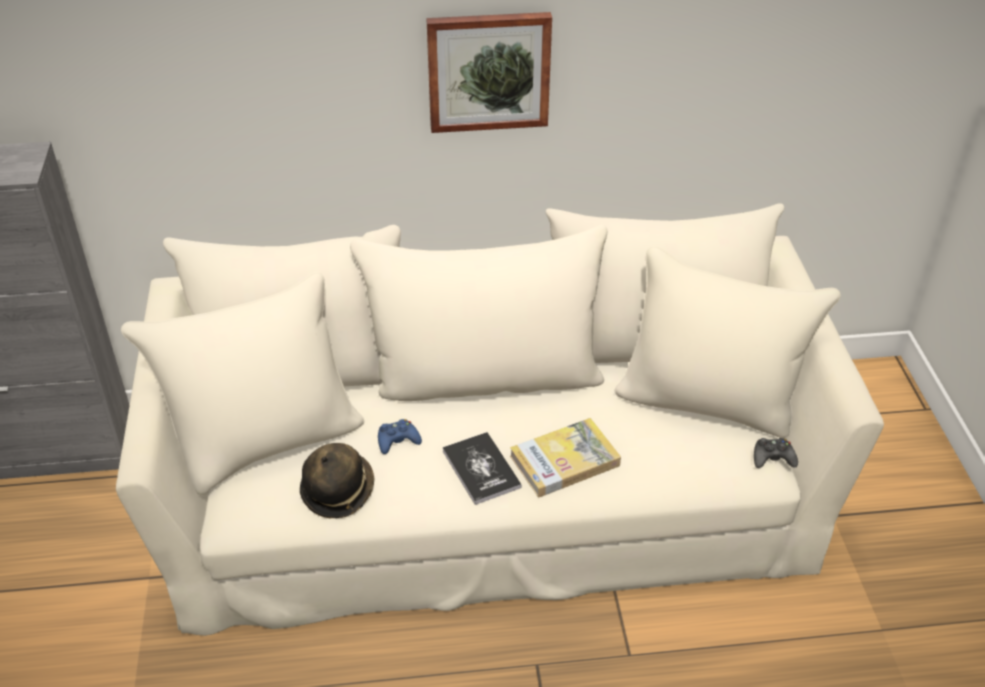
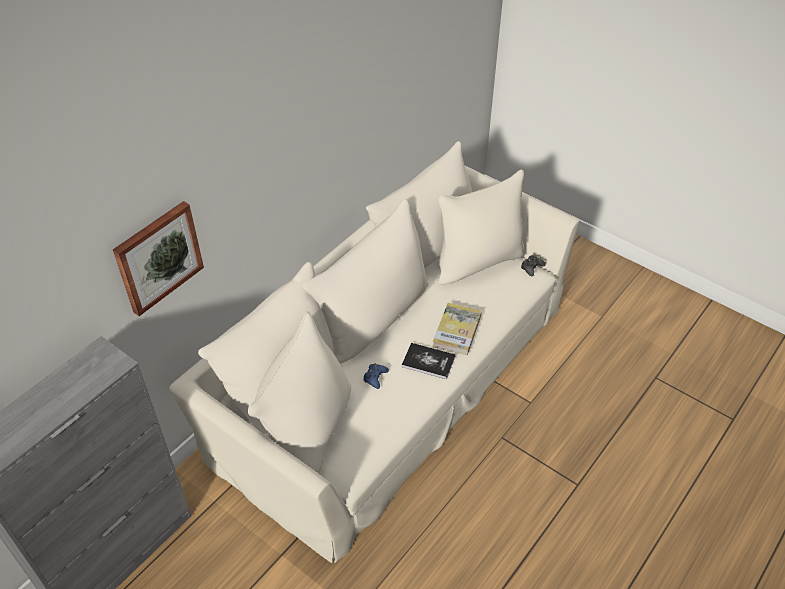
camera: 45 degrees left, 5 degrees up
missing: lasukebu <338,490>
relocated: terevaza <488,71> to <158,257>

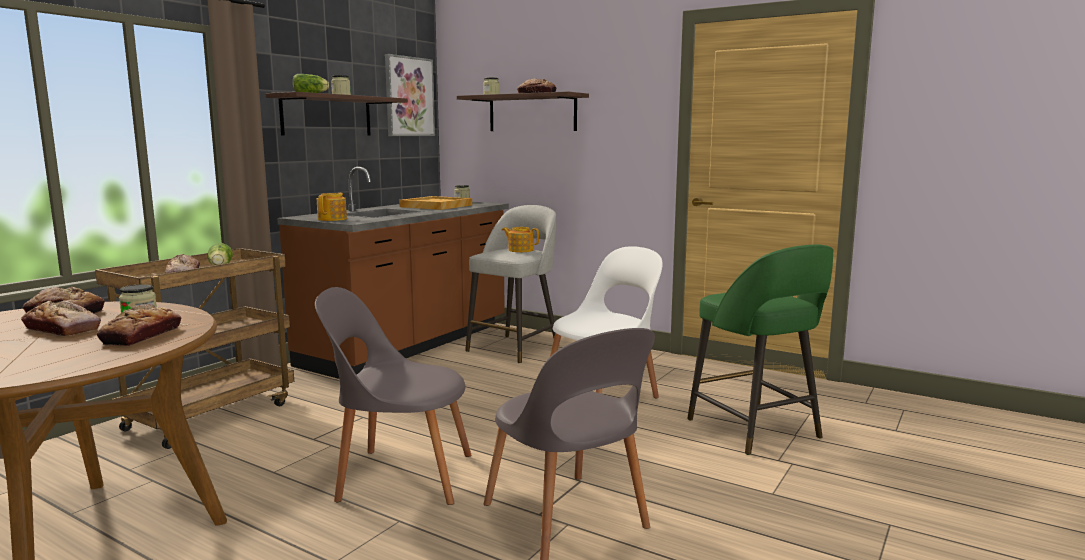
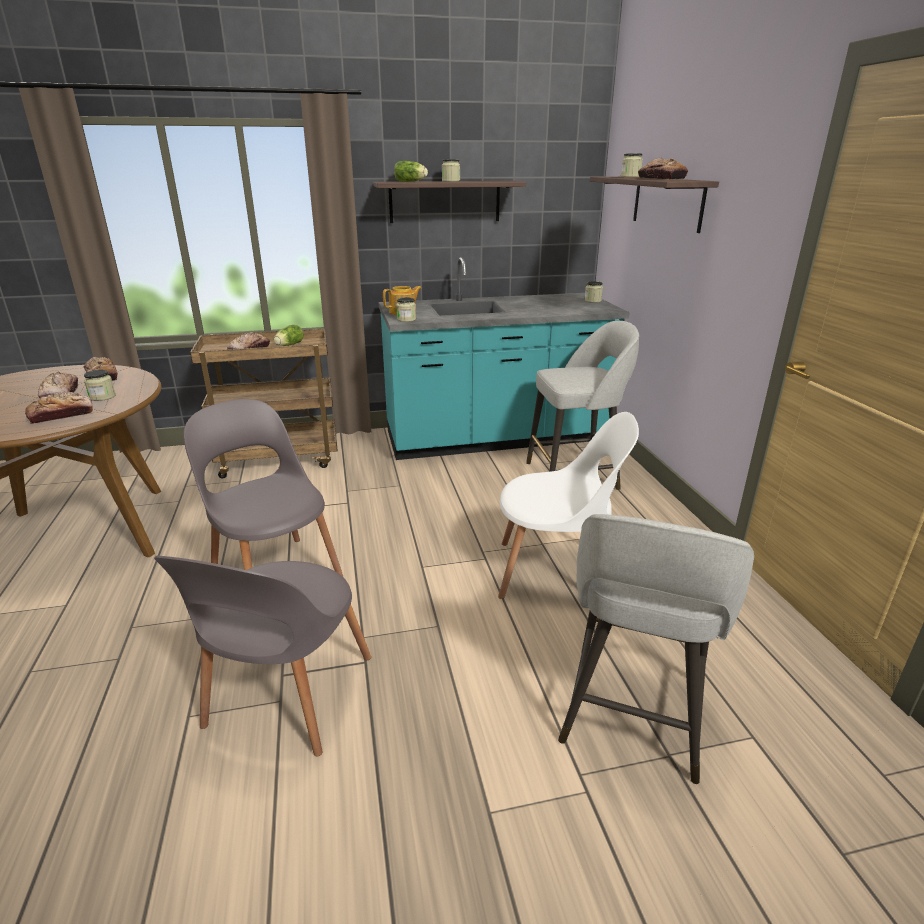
camera: 45 degrees right, 15 degrees up
missing: terevaza <409,97>; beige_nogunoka <435,206>; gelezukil <520,250>
appeared: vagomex <406,319>
colour: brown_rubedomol <409,345> to turquoise_rubedomol <496,438>; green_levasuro <755,430> to grey_levasuro <632,715>

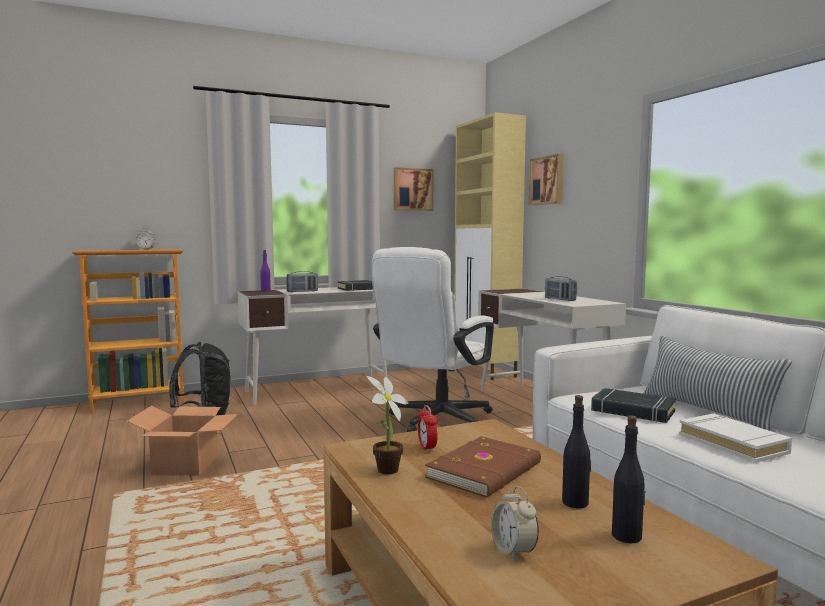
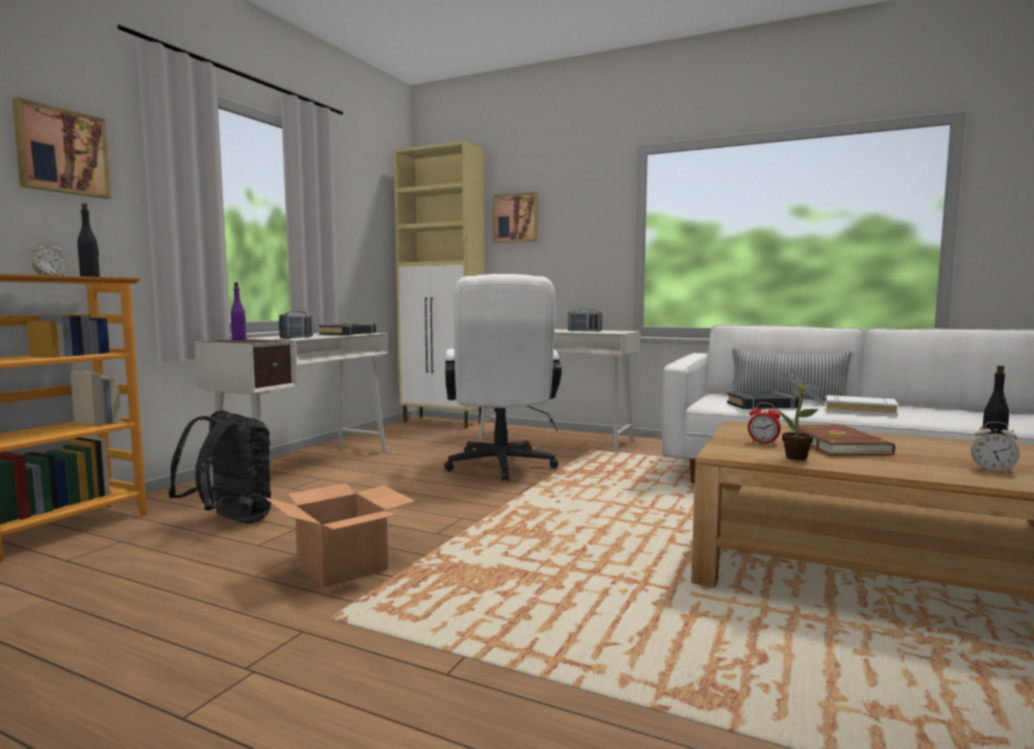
camera: 40 degrees left, 0 degrees up
relocated: terevaza <412,189> to <61,152>; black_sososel <575,503> to <90,276>

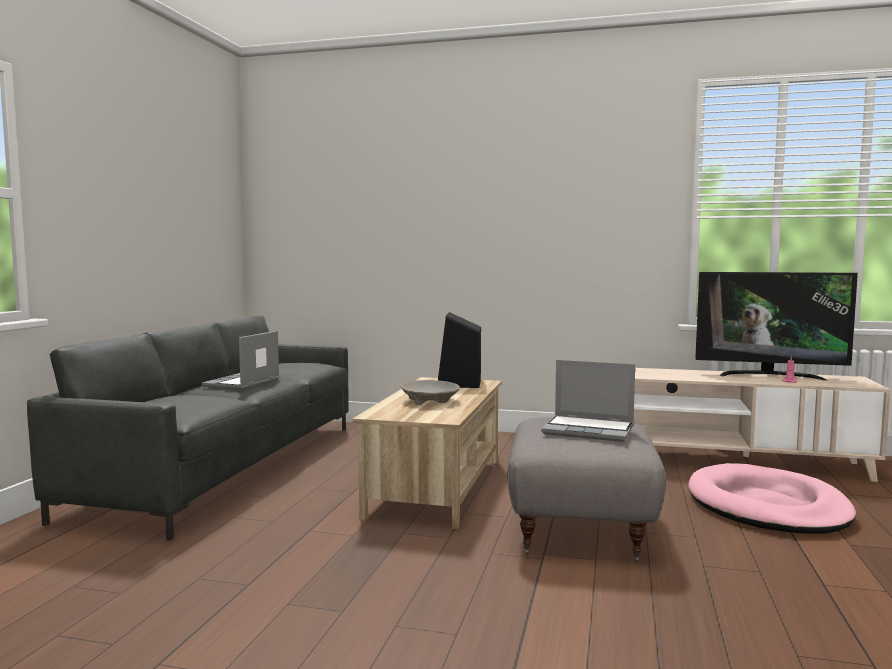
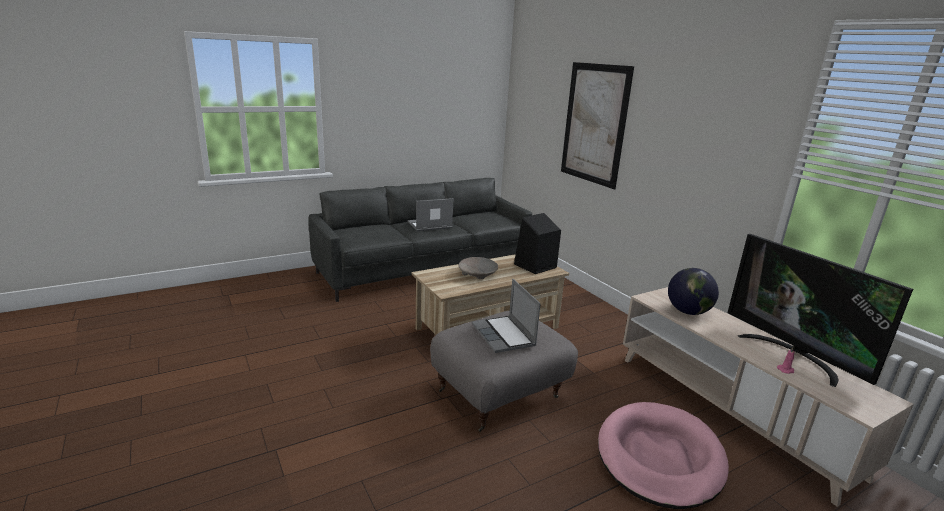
camera: 45 degrees right, 15 degrees up
appeared: terevaza <594,124>; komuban <688,312>

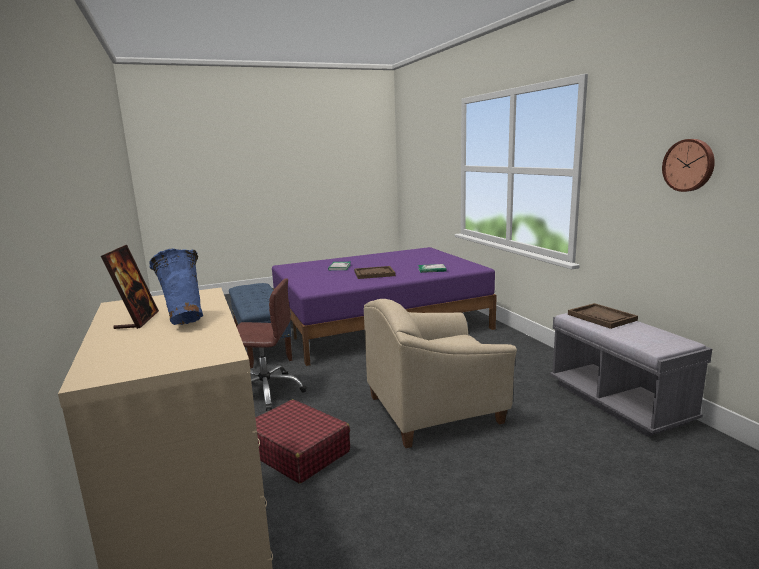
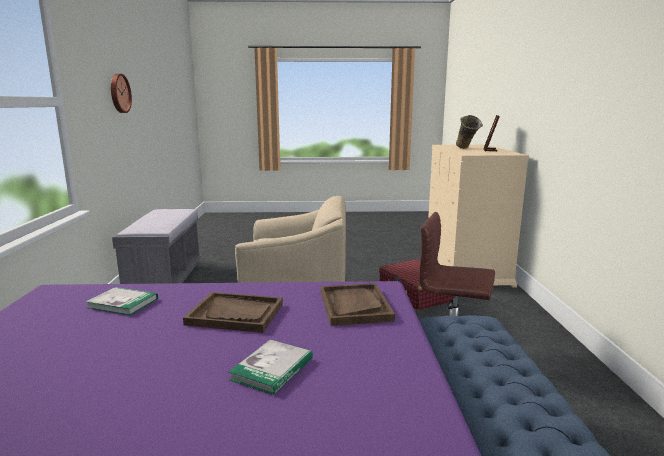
camera: 160 degrees left, 0 degrees up
relocated: brown_nogunoka <602,317> to <354,306>
colour: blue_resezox <184,320> to beige_resezox <466,149>

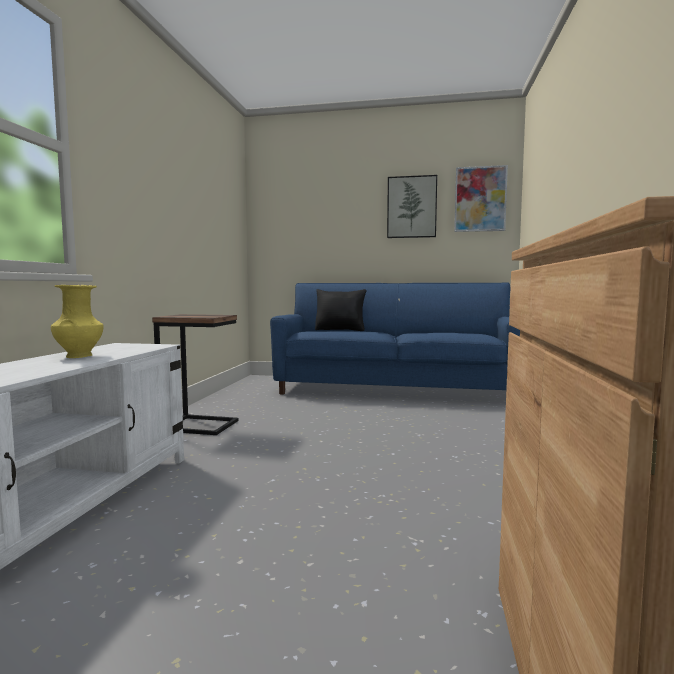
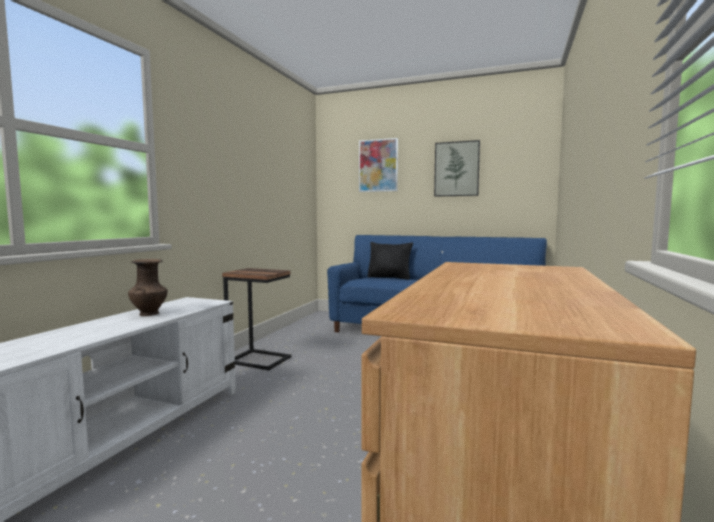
camera: 10 degrees right, 0 degrees up
relocated: terevaza <480,199> to <378,165>
colour: yellow_resezox <79,356> to brown_resezox <149,314>

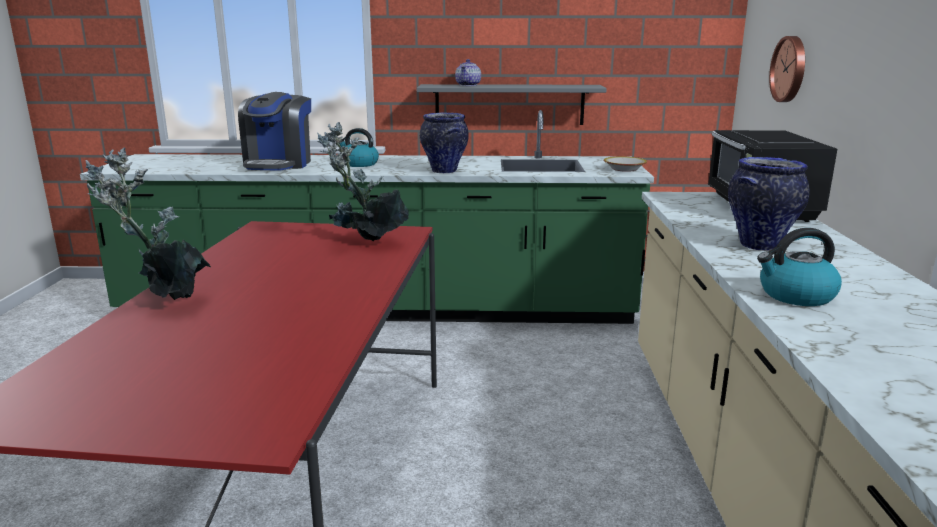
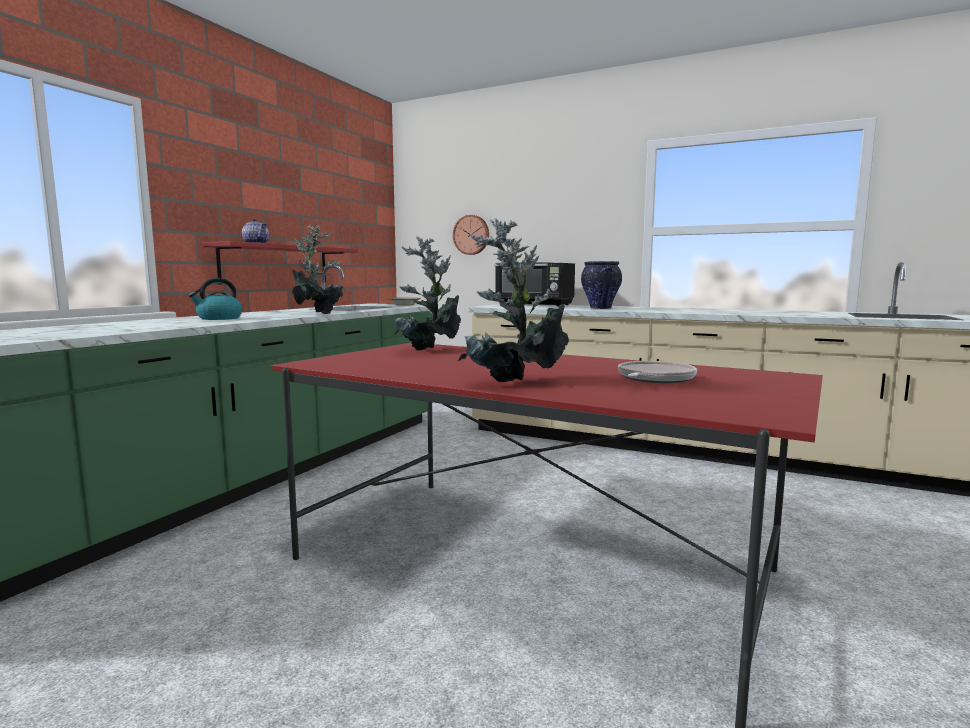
camera: 65 degrees left, 10 degrees down
missing: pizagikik <279,164>; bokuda <795,295>
appeared: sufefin <654,379>
exchanged: resezox <444,171> to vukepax <318,313>
colour: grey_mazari <509,104> to red_mazari <276,265>

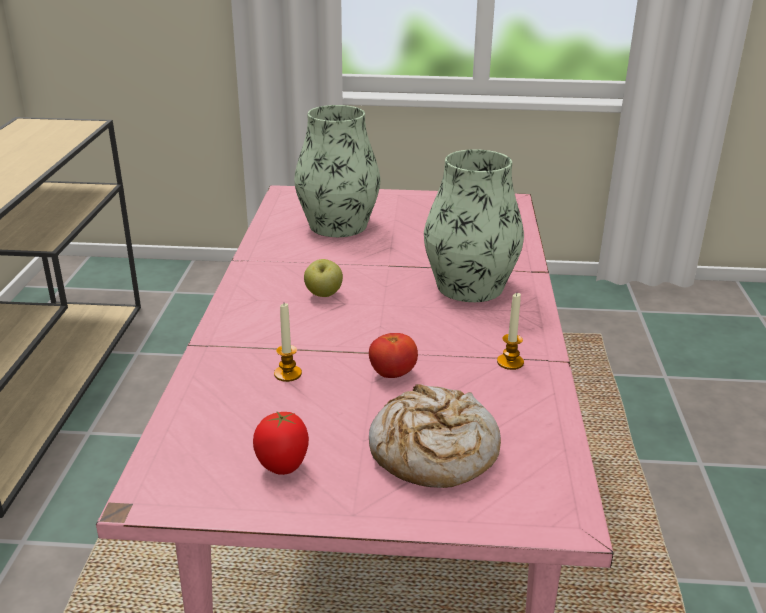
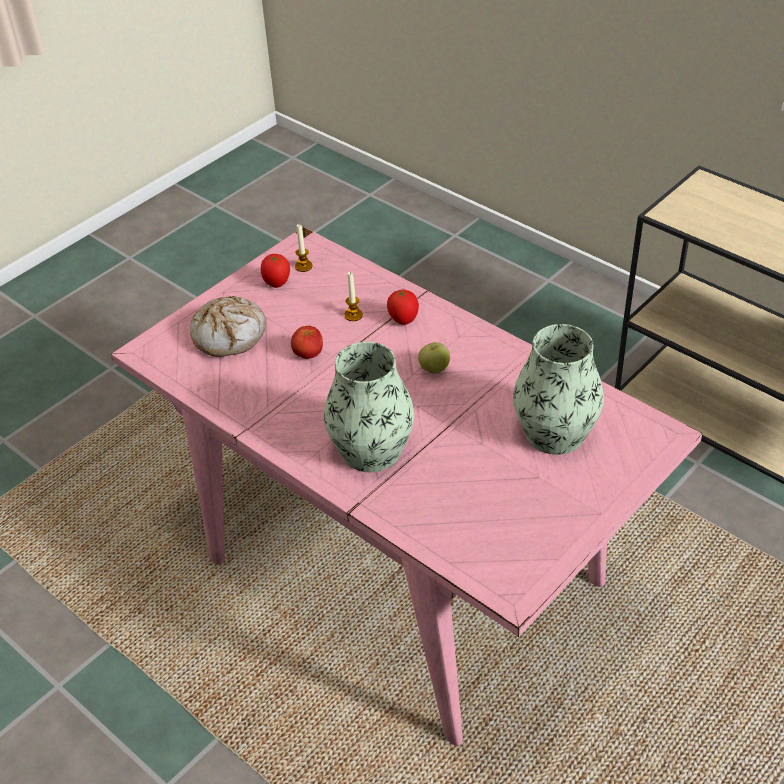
camera: 130 degrees right, 15 degrees up
appeared: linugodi <403,320>
relocated: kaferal <510,362> to <303,266>

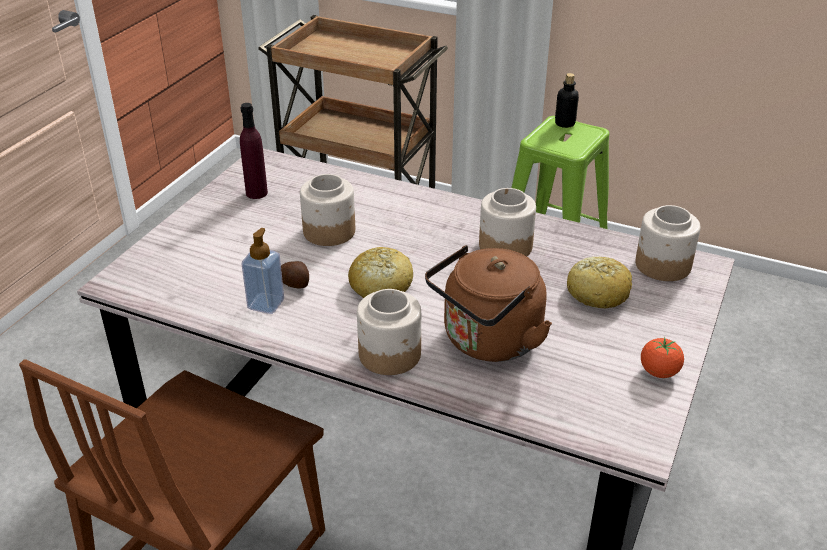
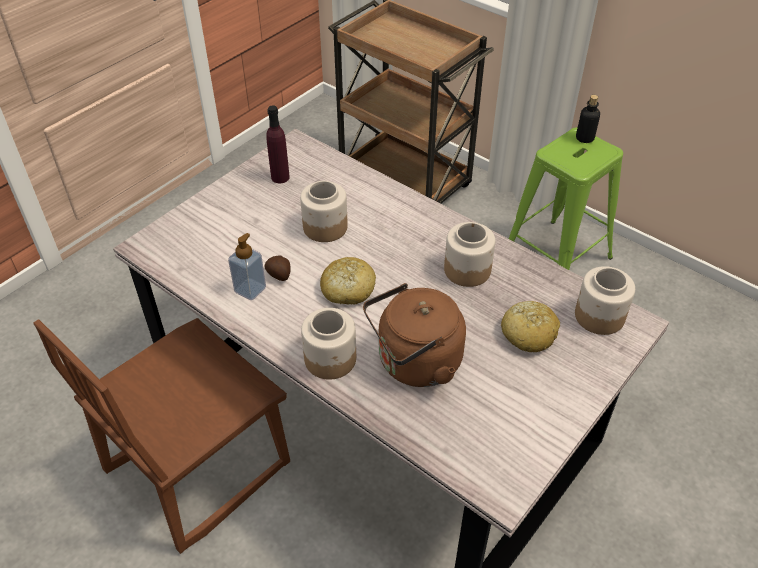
camera: 15 degrees right, 10 degrees up
missing: linugodi <659,372>

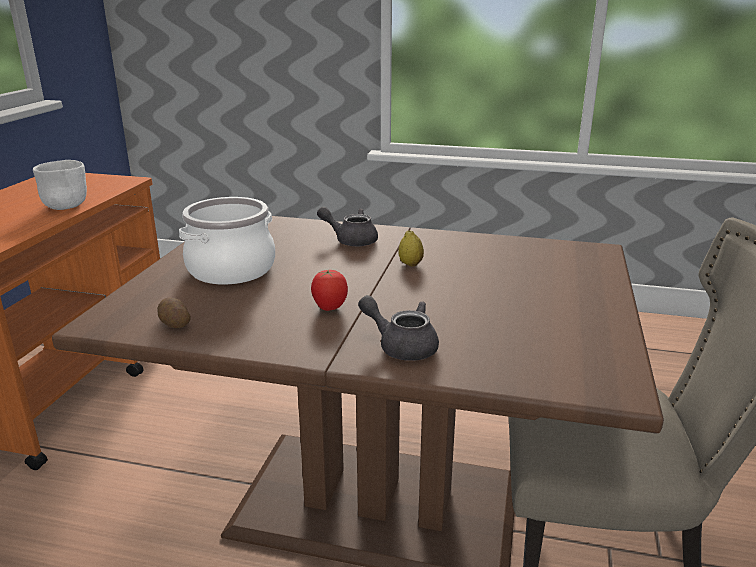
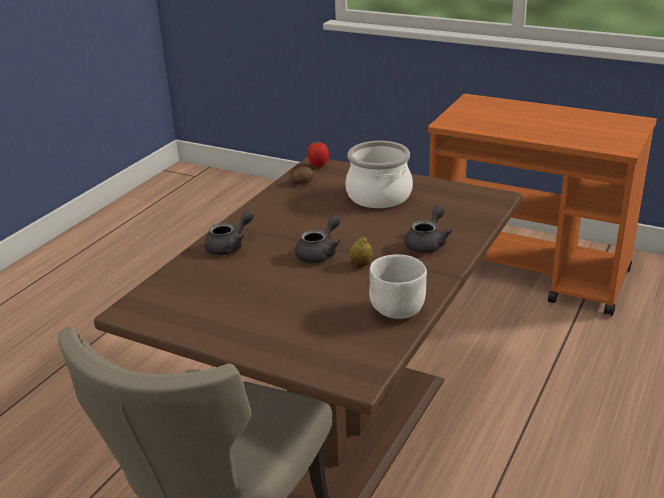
camera: 105 degrees right, 5 degrees up
appeared: grey_gelezukil <320,253>
relocated: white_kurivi <67,206> to <397,312>; linugodi <329,308> to <318,166>

